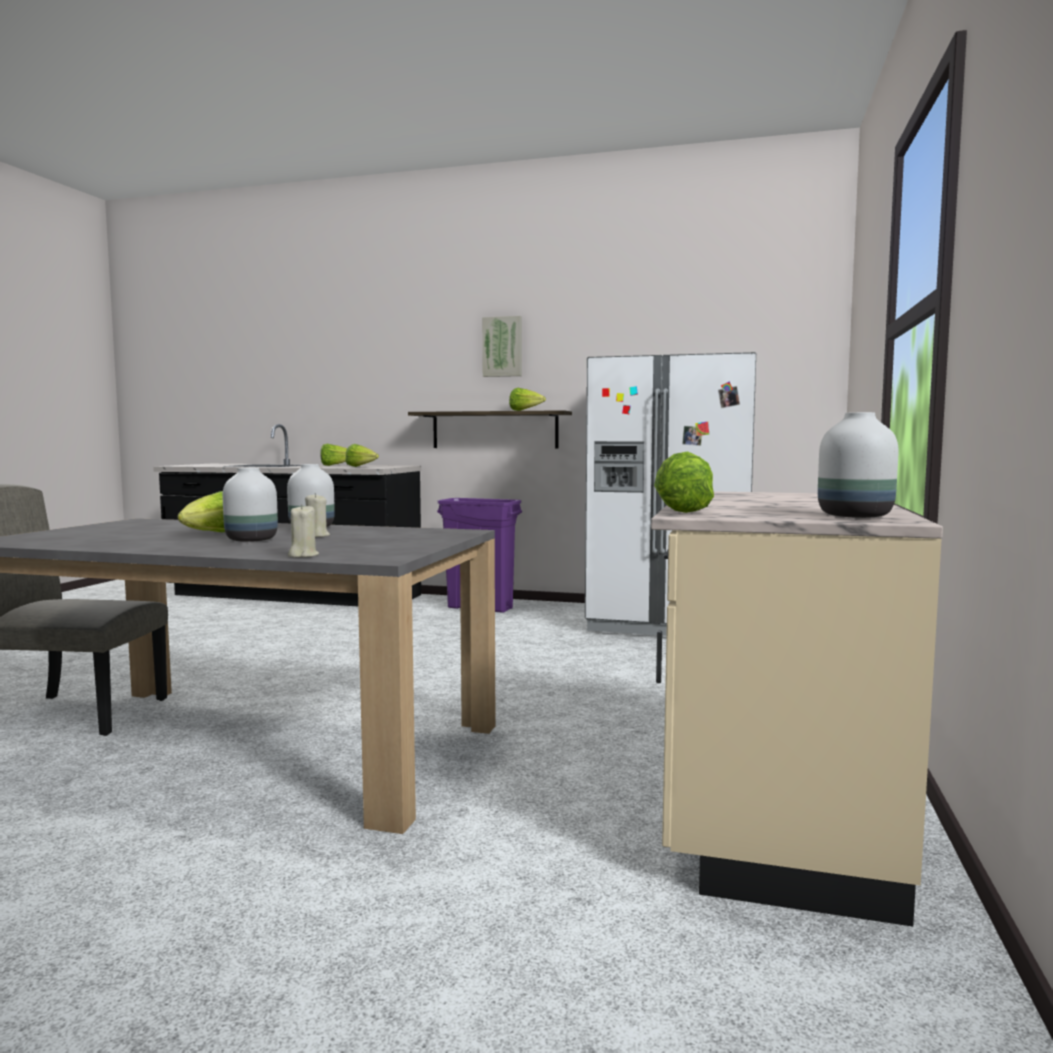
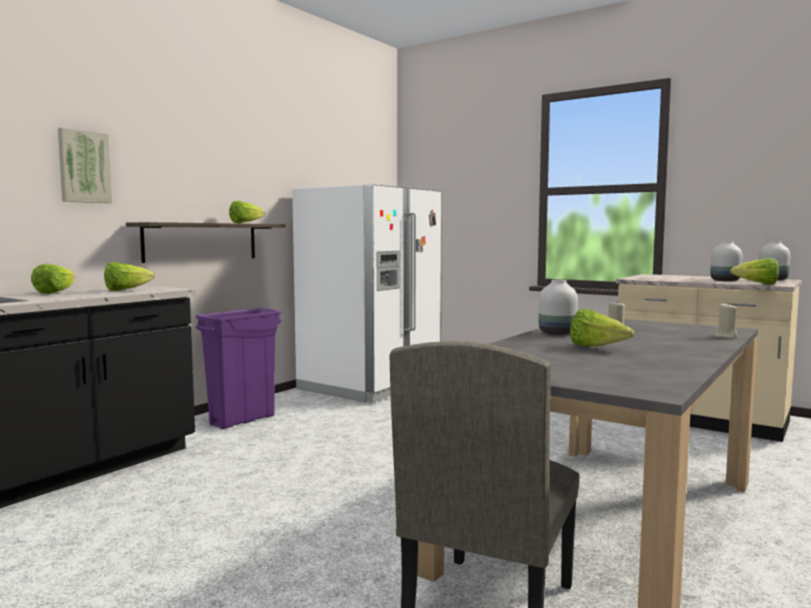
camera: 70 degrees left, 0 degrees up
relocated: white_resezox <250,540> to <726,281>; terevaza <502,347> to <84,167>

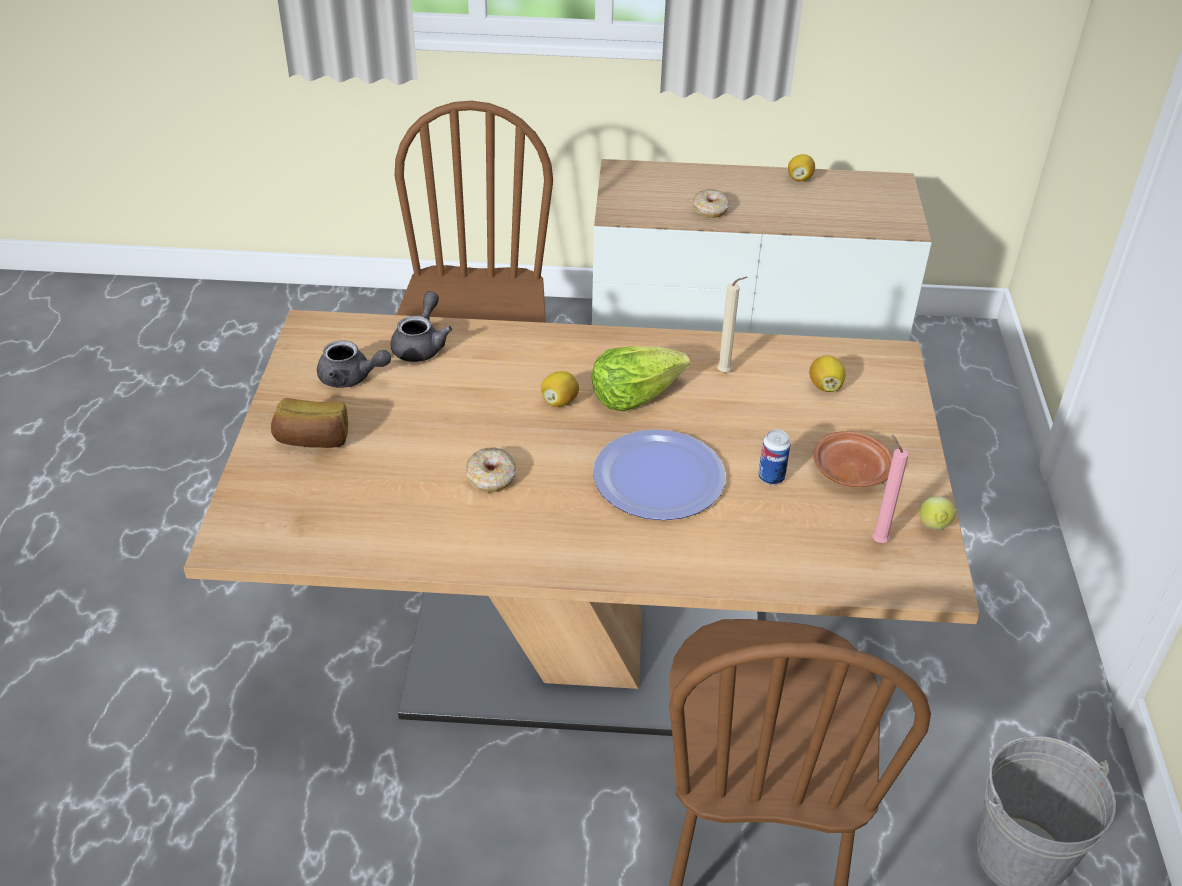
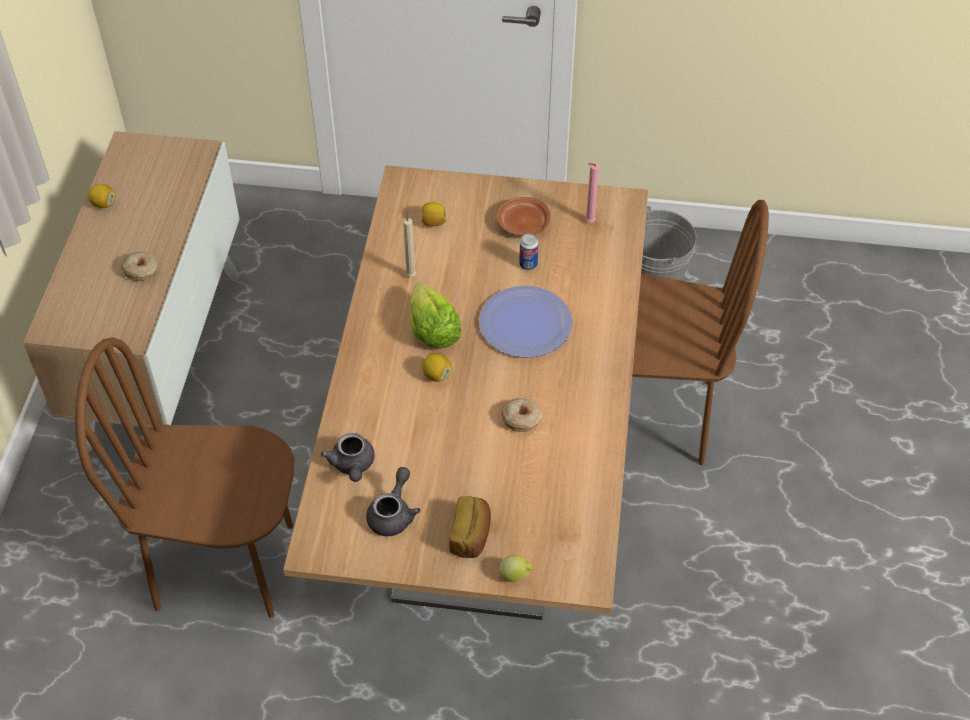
camera: 85 degrees left, 10 degrees up
relocated: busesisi <933,527> to <515,576>
spun: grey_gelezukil <421,345> = <352,465> 120 degrees counterclockwise

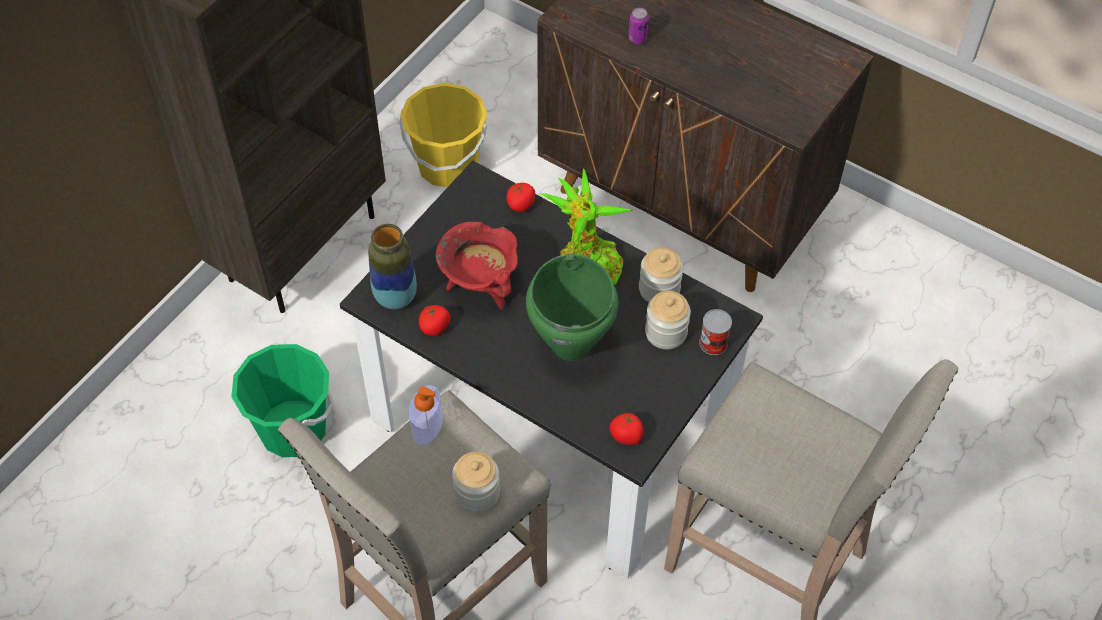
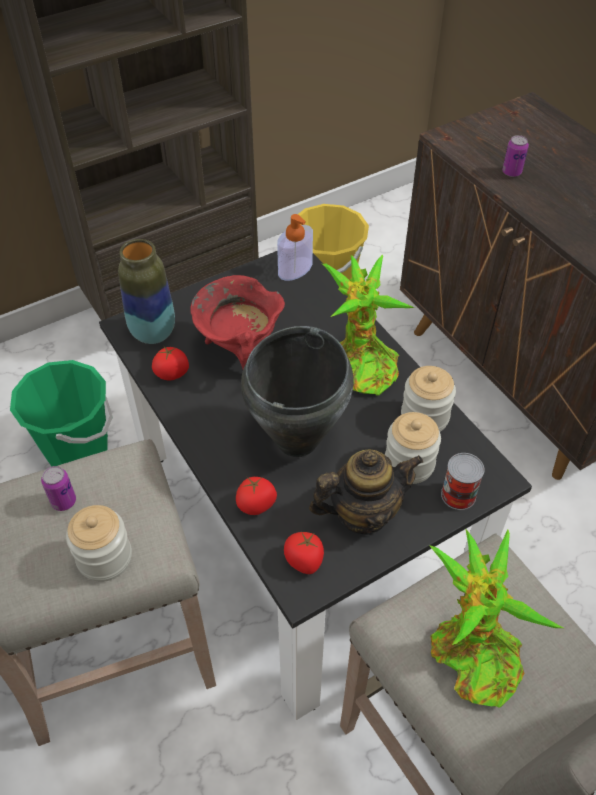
camera: 25 degrees right, 5 degrees down
appeared: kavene <63,501>; gelezukil <362,513>; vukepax <470,654>
relocated: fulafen <427,426> to <295,269>; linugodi <521,204> to <256,504>
colour: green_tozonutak <571,345> to black_tozonutak <298,440>

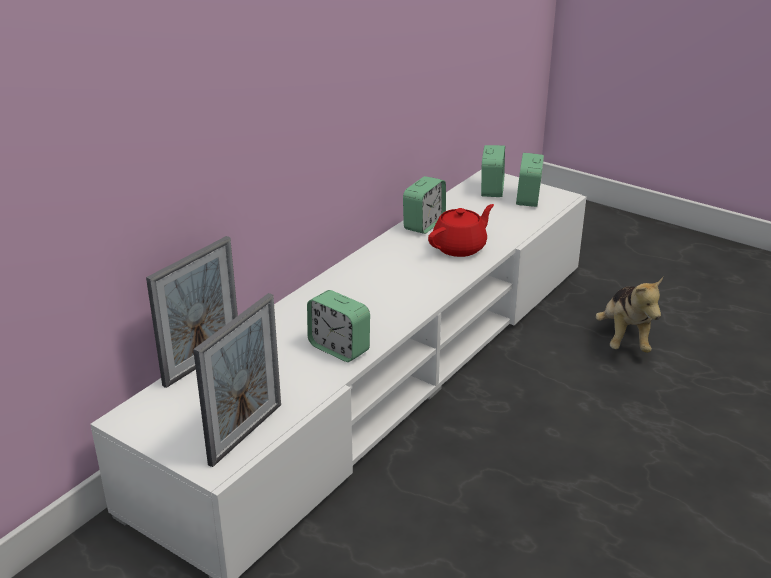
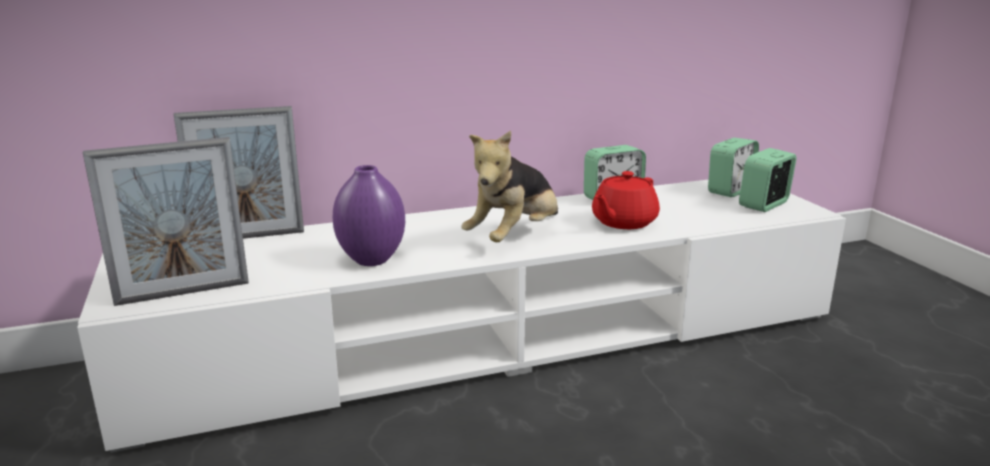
camera: 35 degrees right, 10 degrees down
relocated: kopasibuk <624,338> to <514,237>
exchanged: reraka <339,348> to purple_resezox <372,260>
spun: red_gelezukil <460,247> = <623,222> 135 degrees clockwise

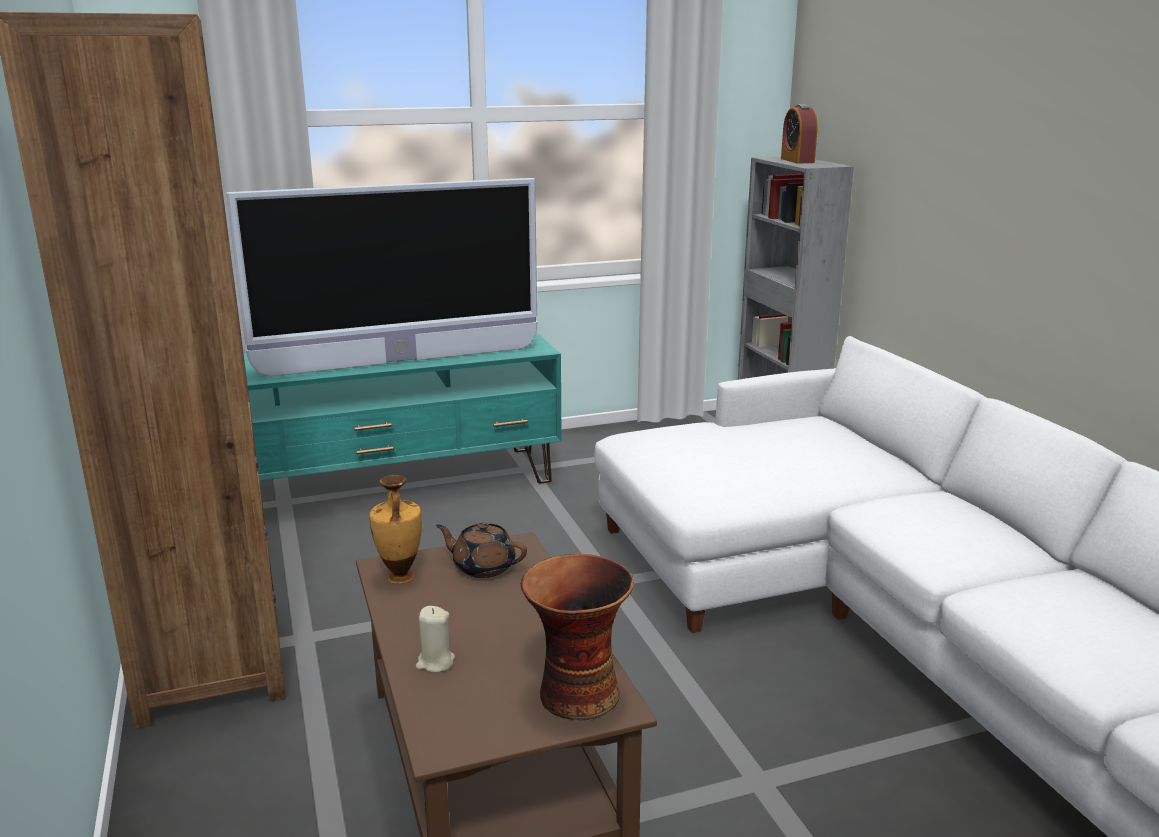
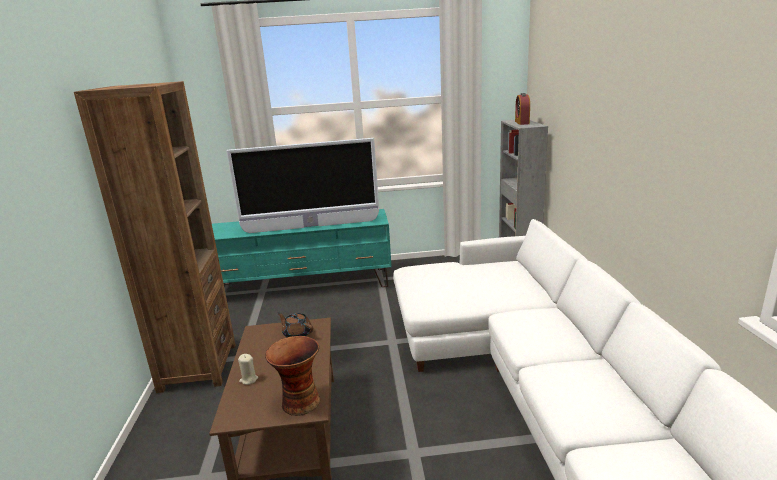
camera: 15 degrees right, 0 degrees up
missing: resezox <400,578>

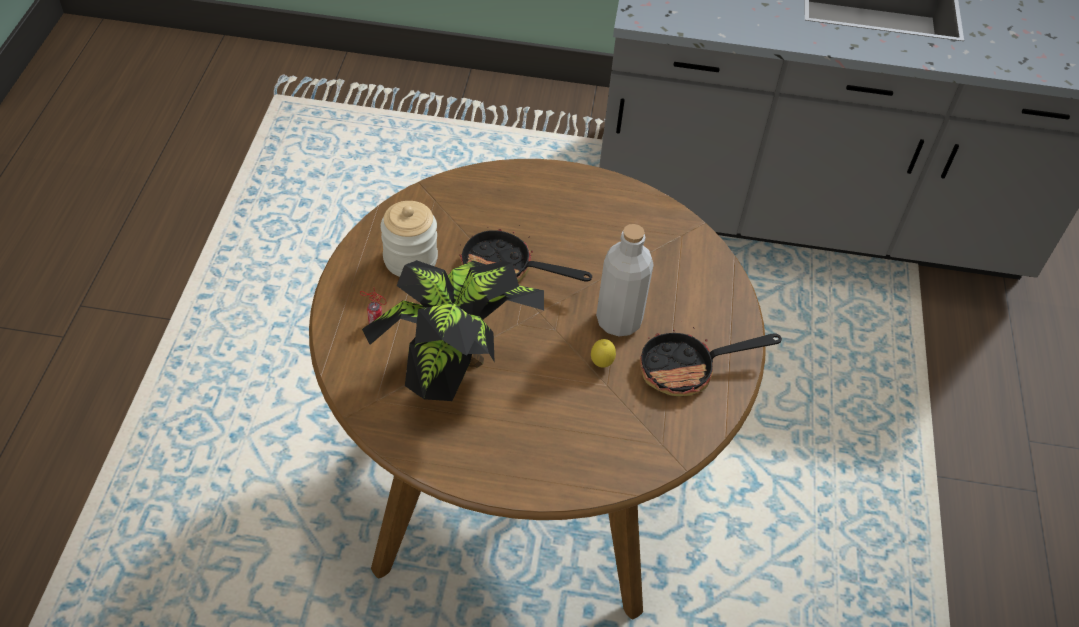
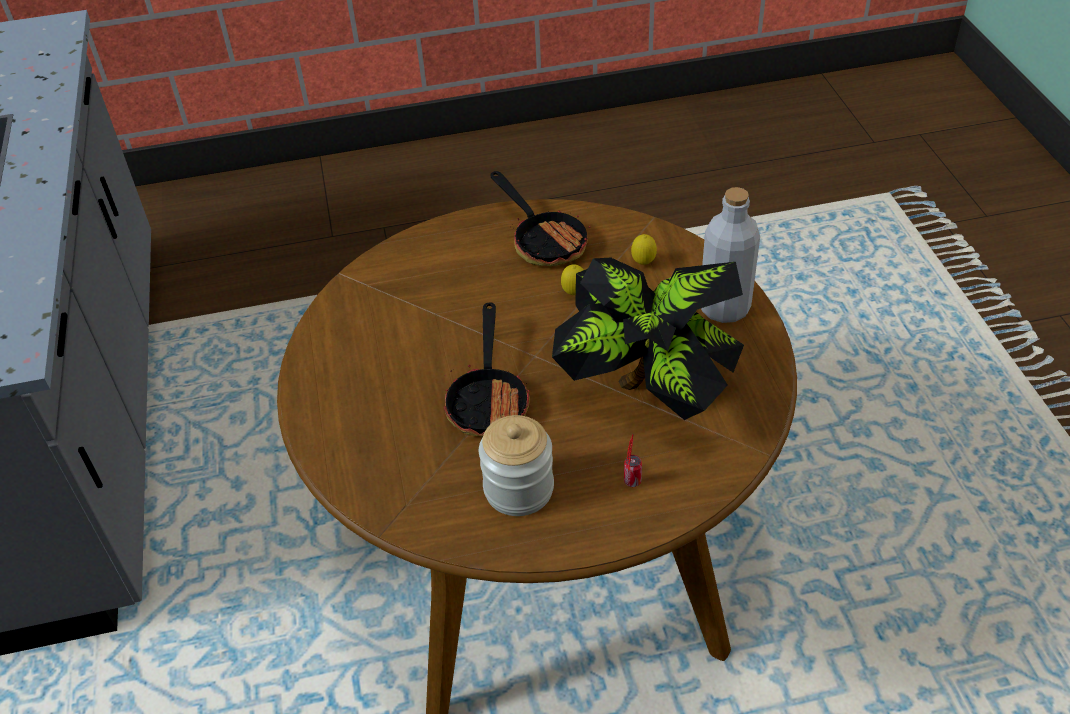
camera: 105 degrees left, 5 degrees down
appeared: busesisi <643,263>
relocated: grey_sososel <618,321> to <724,308>

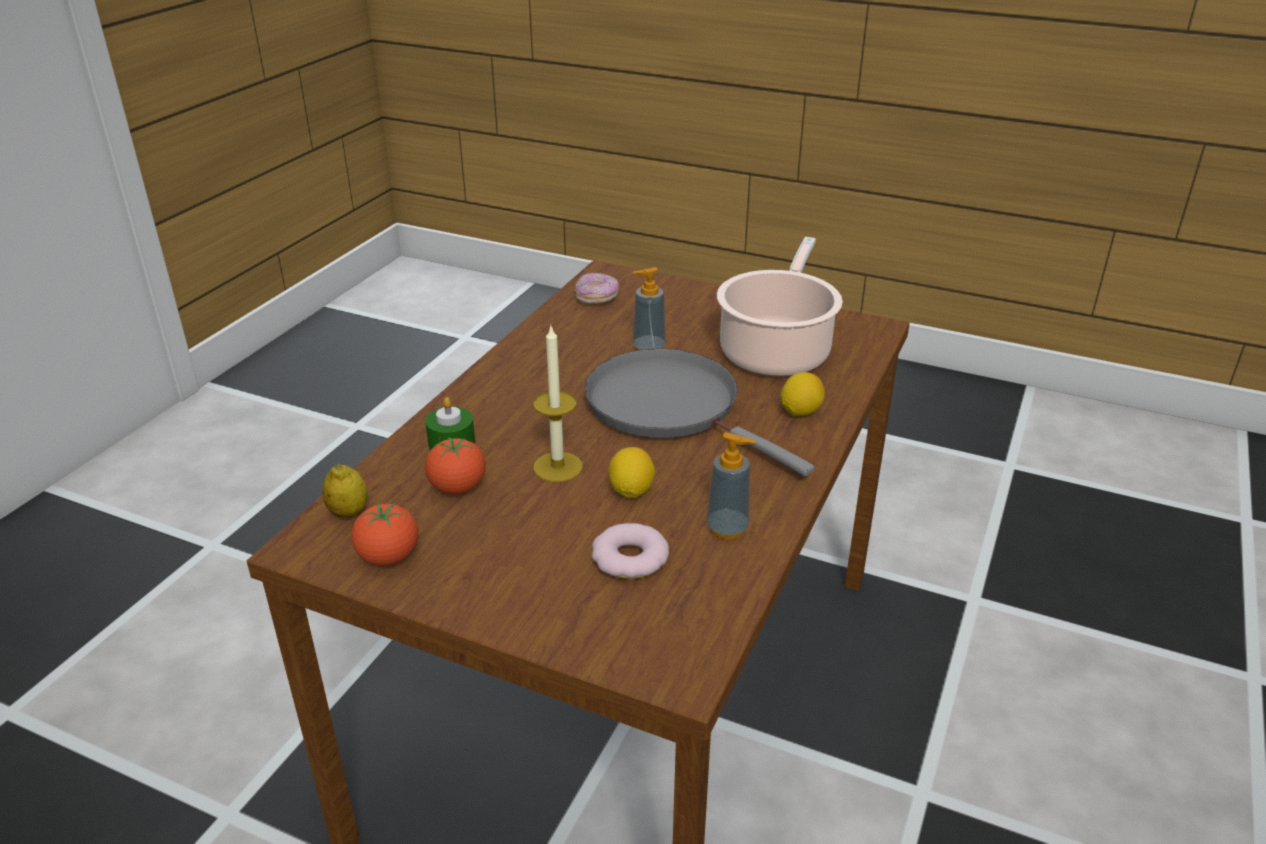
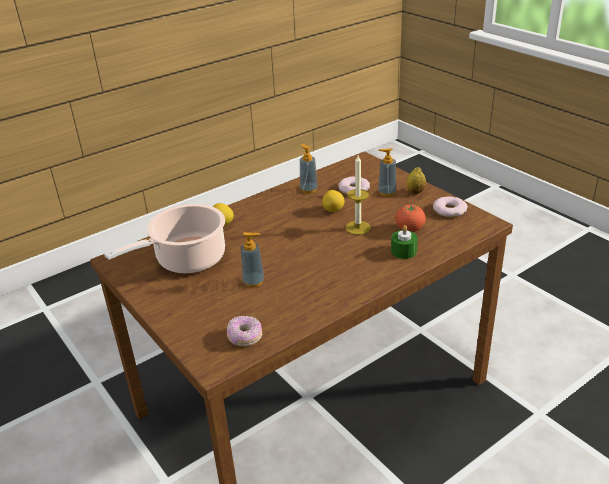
camera: 150 degrees left, 0 degrees up
missing: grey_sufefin <670,407>
appeared: fulafen <387,192>
relocated: busesisi <348,512> to <415,192>
exchanged: linugodi <389,557> to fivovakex <449,210>

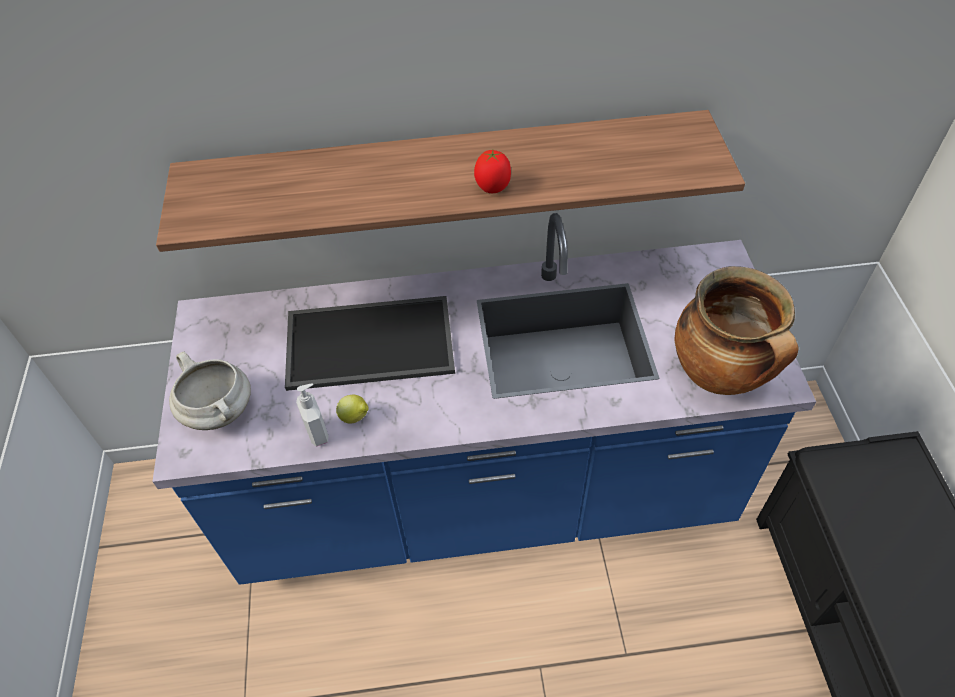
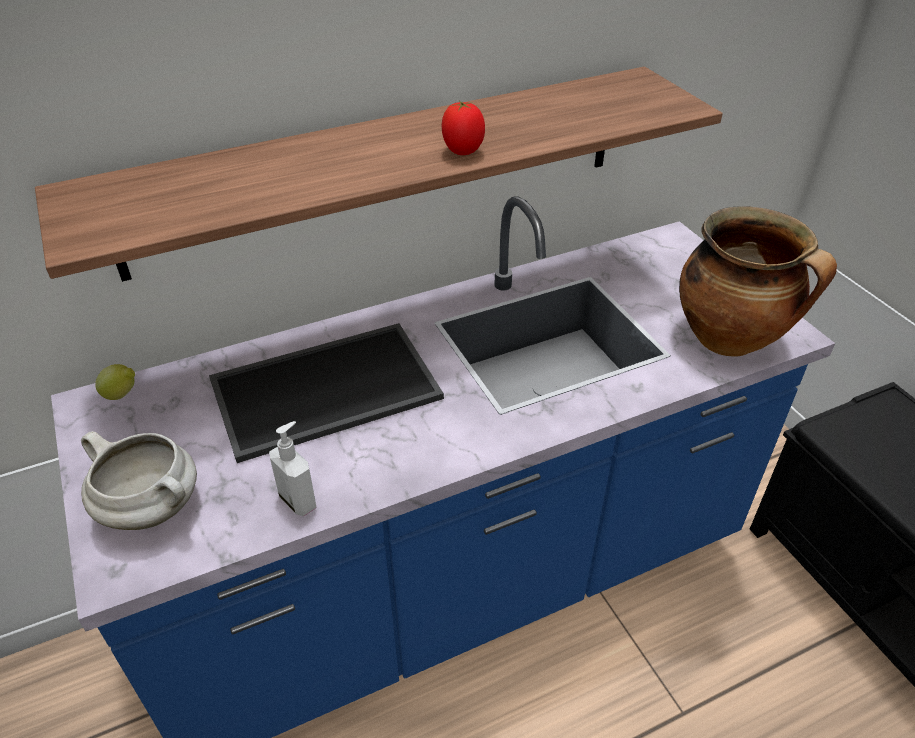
camera: 20 degrees left, 10 degrees down
relocated: busesisi <355,418> to <122,395>

